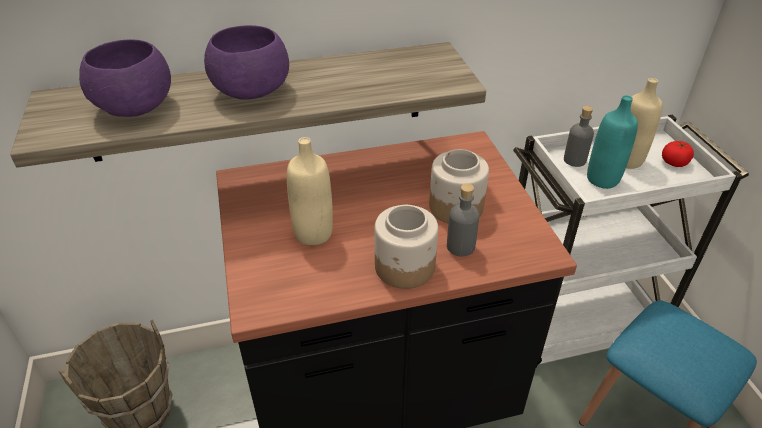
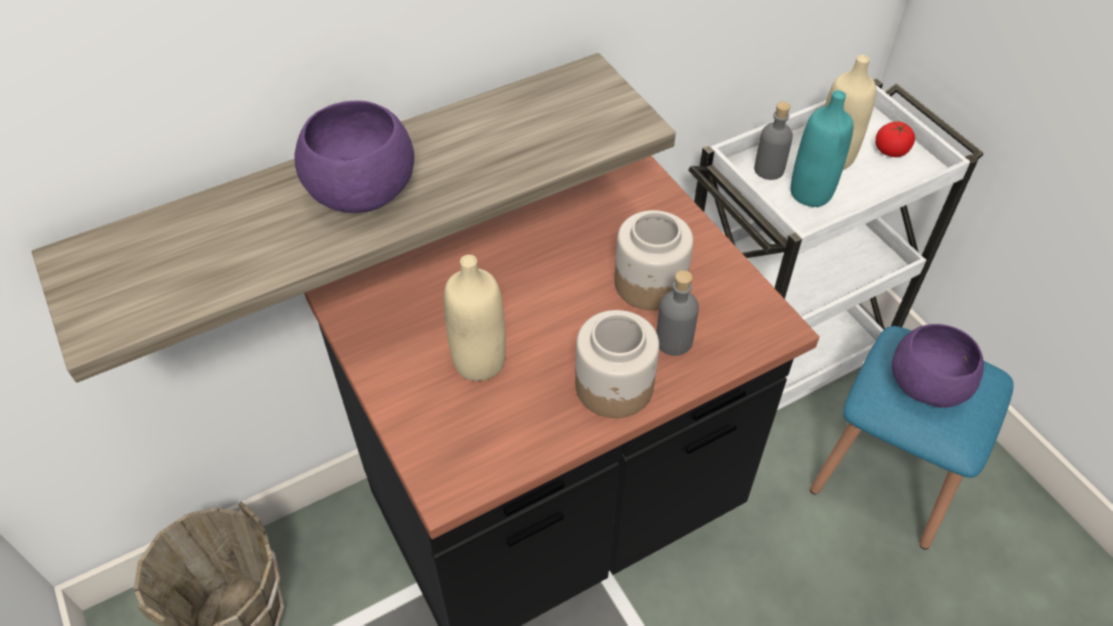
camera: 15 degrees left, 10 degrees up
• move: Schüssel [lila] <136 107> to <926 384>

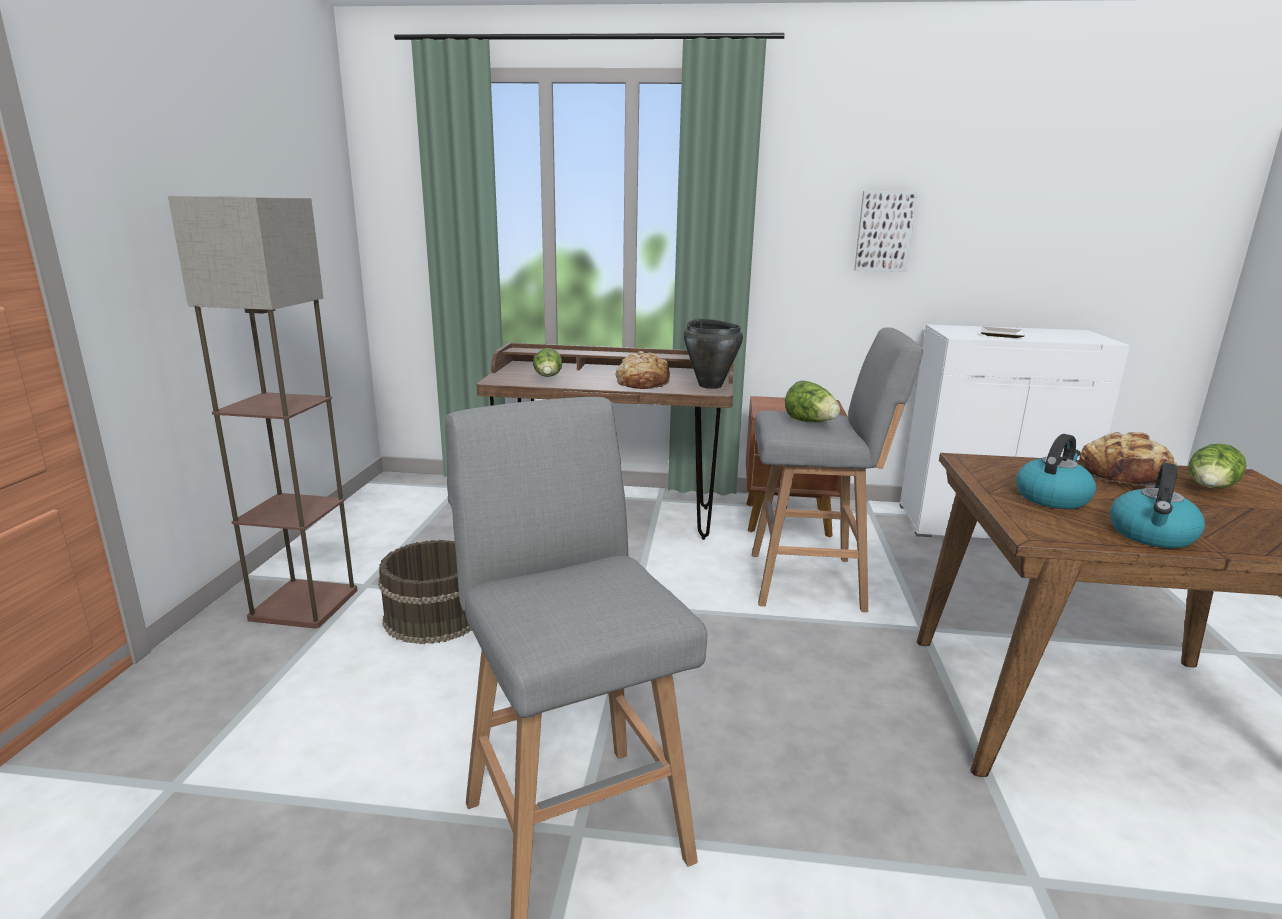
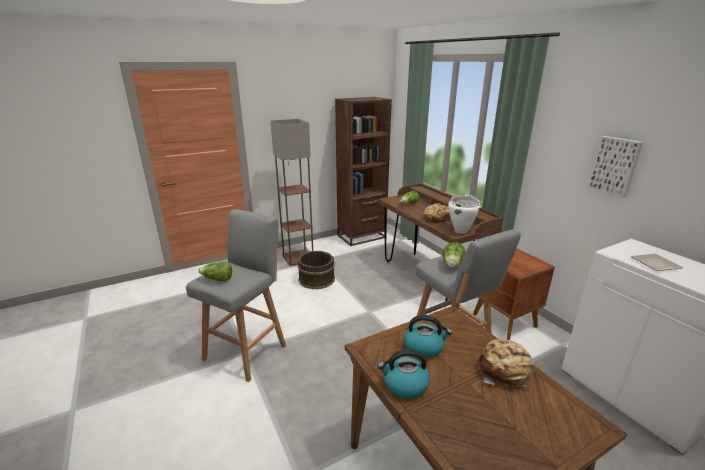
camera: 55 degrees right, 5 degrees up
• move: Salatkopf <1210 489> to <217 279>
• insert: Bücherregal [braun] <361 236>
• recolor: Kochtopf [schwarz] <710 385> to Kochtopf [weiß] <461 231>

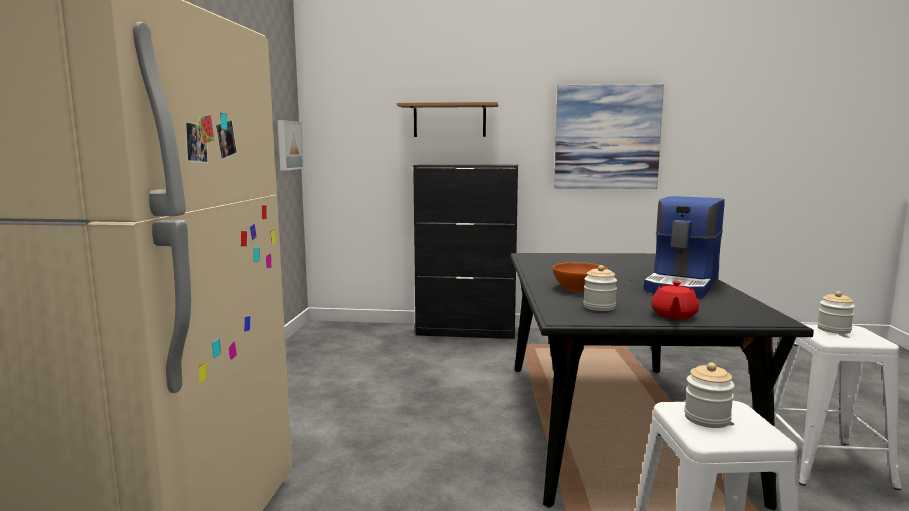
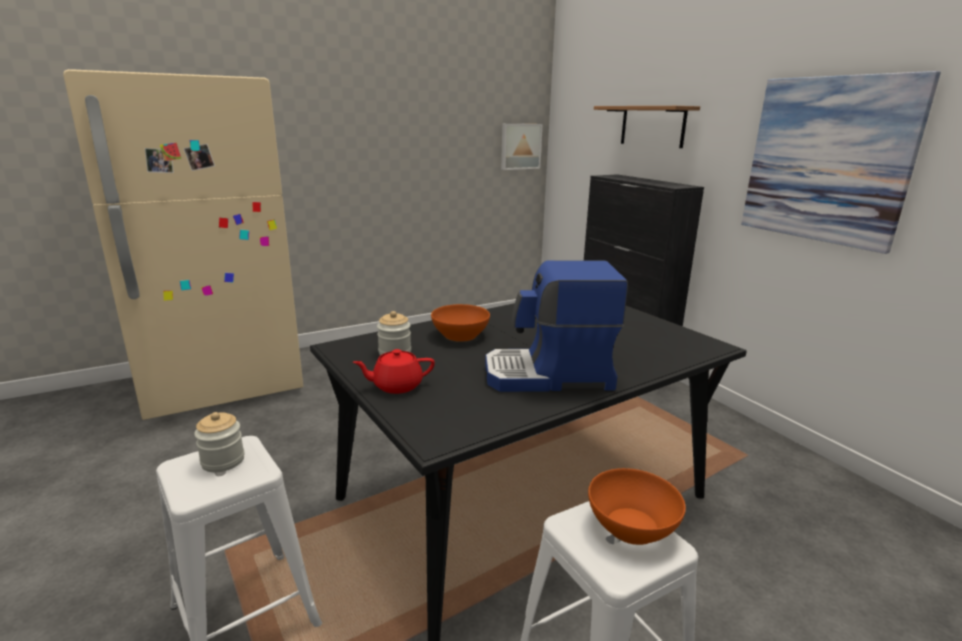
camera: 55 degrees right, 10 degrees up
• replace: Vorratsglas <833 329> to Schüssel [orange] <632 526>

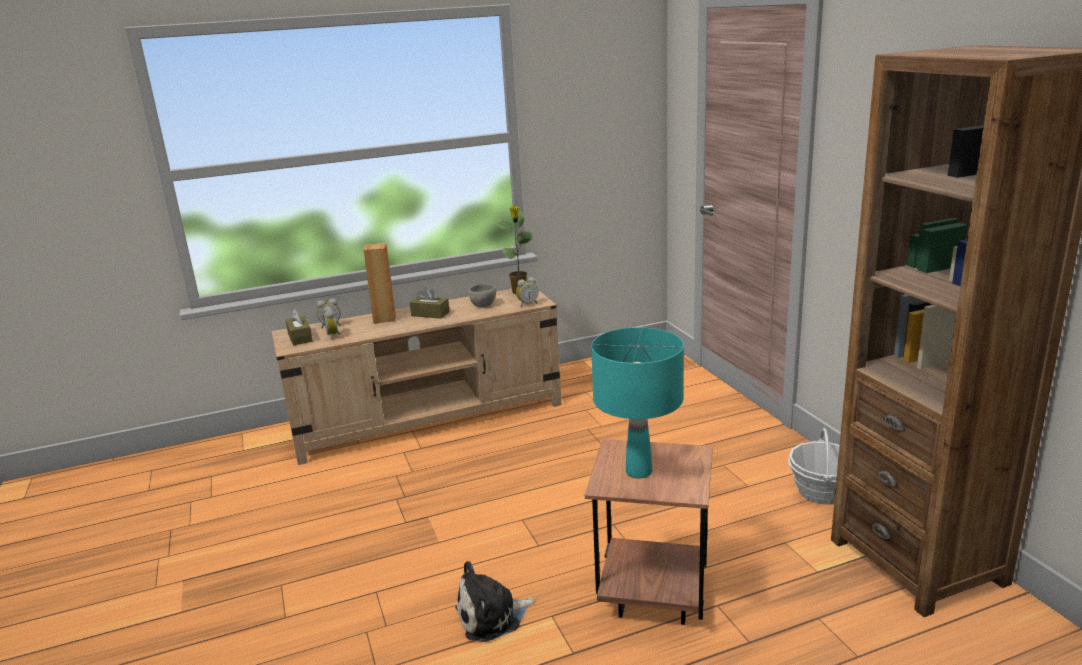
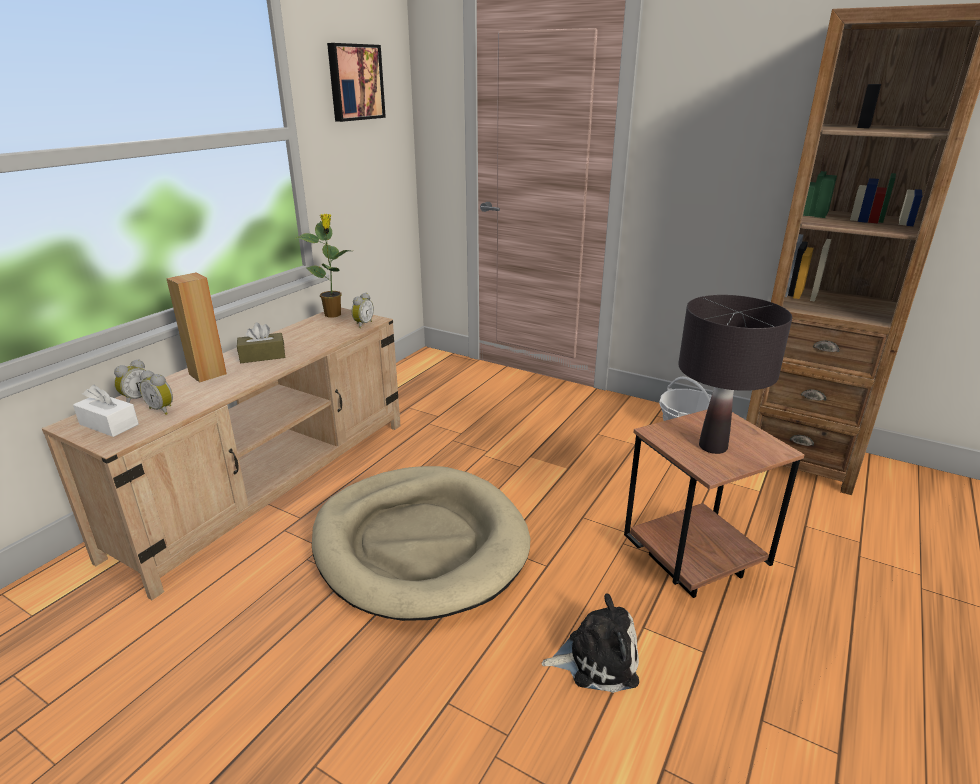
camera: 40 degrees left, 5 degrees up
• recolor: Taschentuchbox [braun] <300 337> to Taschentuchbox [weiß] <109 424>
• insert: Hundebett [beige] <420 544>
• insert: Bild <354 82>
• rotate: Plüschtier <492 616> = <596 659> 120 degrees counterclockwise
• recolor: Tischlampe [türkis] <639 472> to Tischlampe [schwarz] <713 447>
• delete: Schüssel [grau] <482 305>

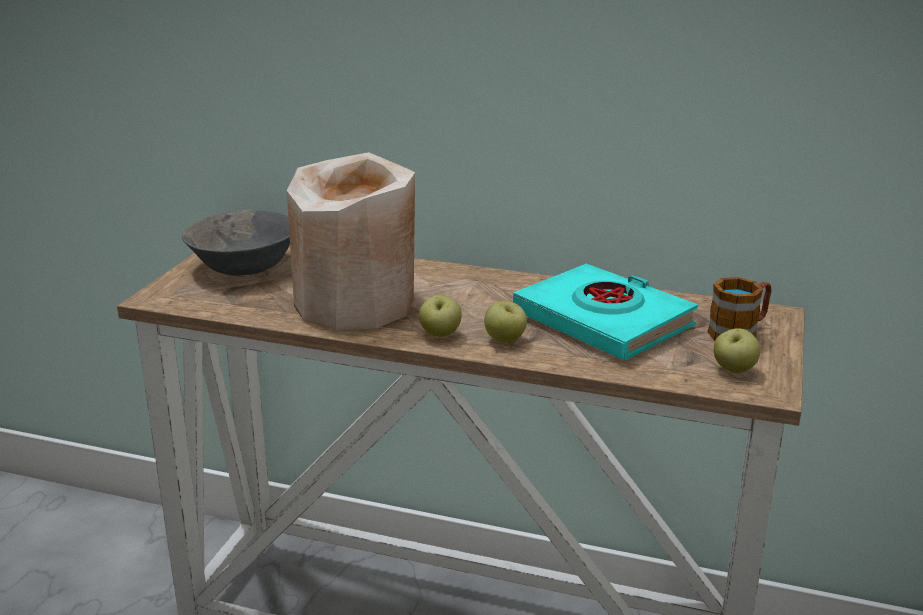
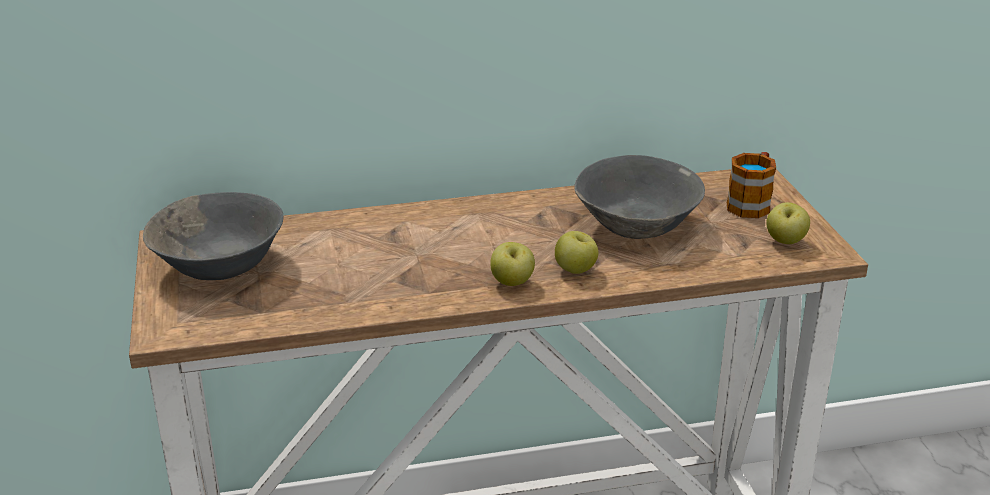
camera: 30 degrees left, 5 degrees up
• replace: Buch [türkis] <603 321> to Schüssel [grau] <635 224>
• delete: Vase [beige] <355 303>

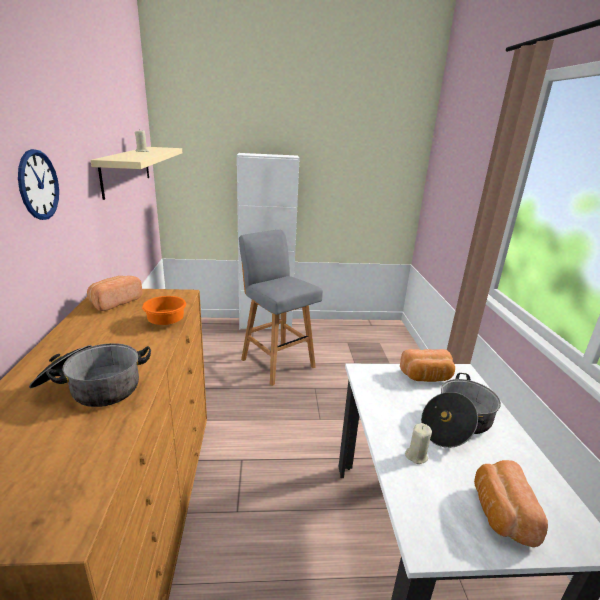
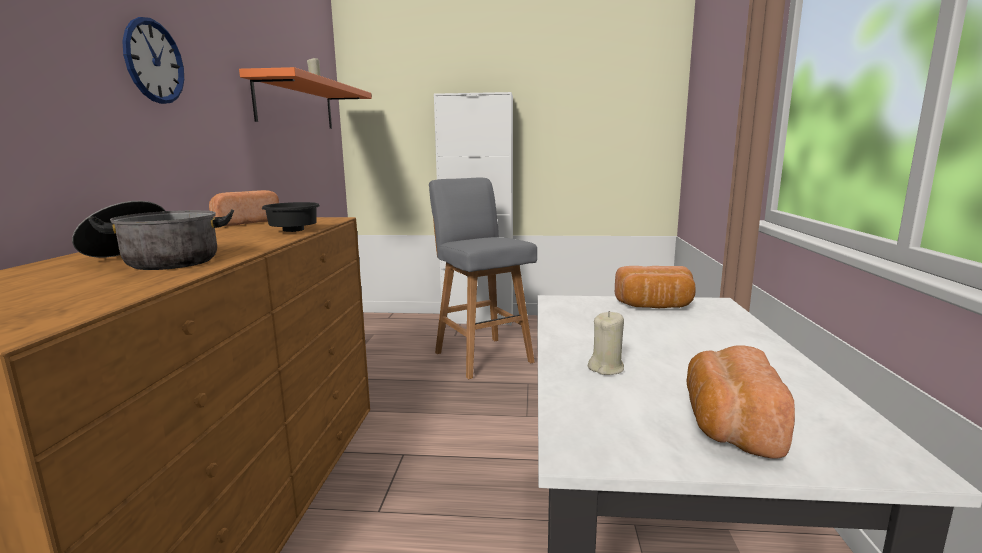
camera: 10 degrees right, 10 degrees down
• recolor: Wandregal [beige] <126 169> to Wandregal [orange] <296 104>
• recolor: Schüssel [orange] <165 322> to Schüssel [schwarz] <292 231>
• delete: Kochtopf <456 424>

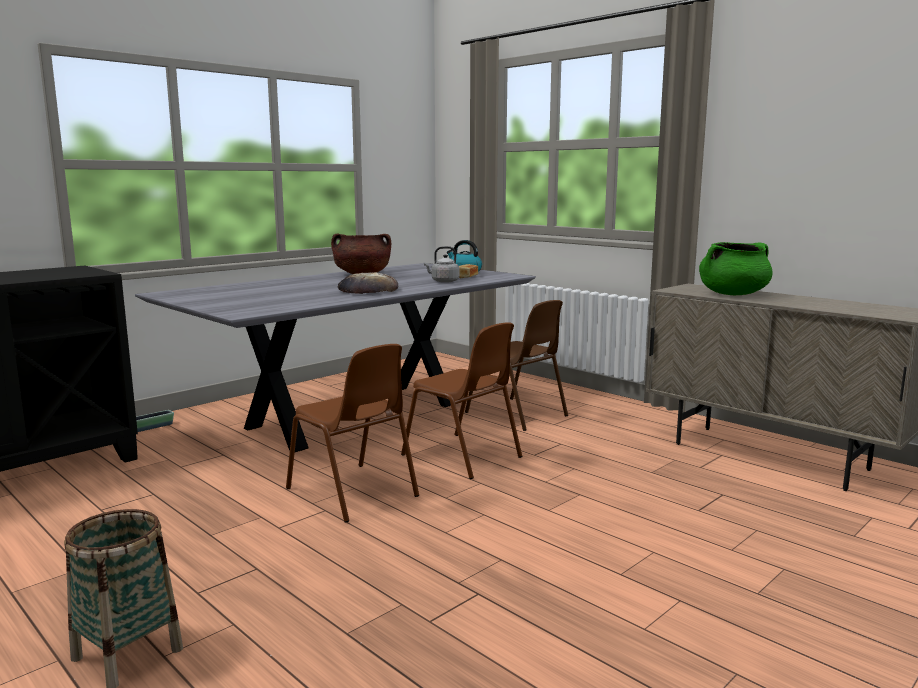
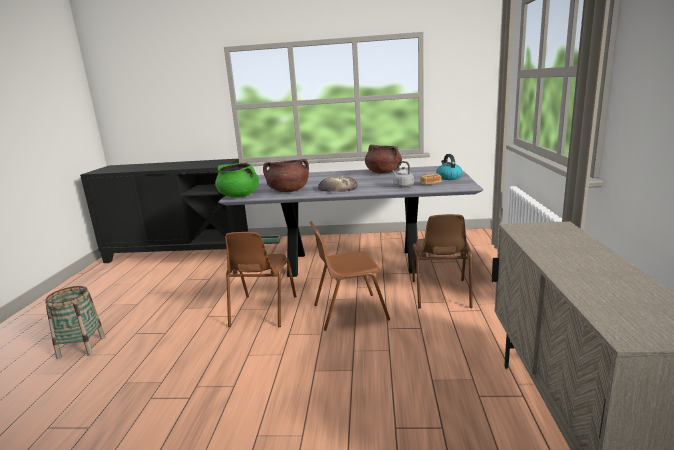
camera: 50 degrees right, 5 degrees up
• move: Kochtopf [grün] <733 294> to <239 196>
• insert: Kochtopf [braun] <288 191>
• rotate: Stuhl [braun] <463 456> = <349 312> 75 degrees clockwise

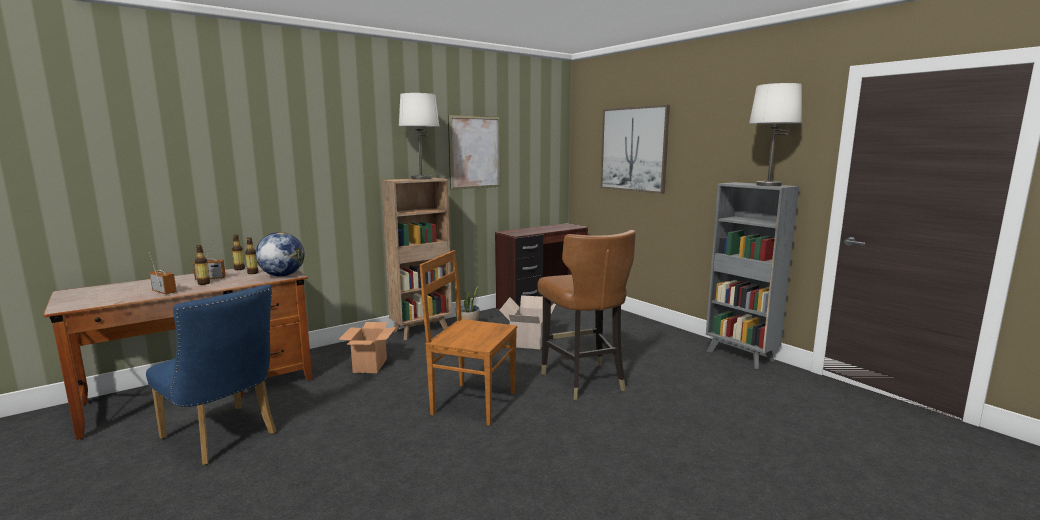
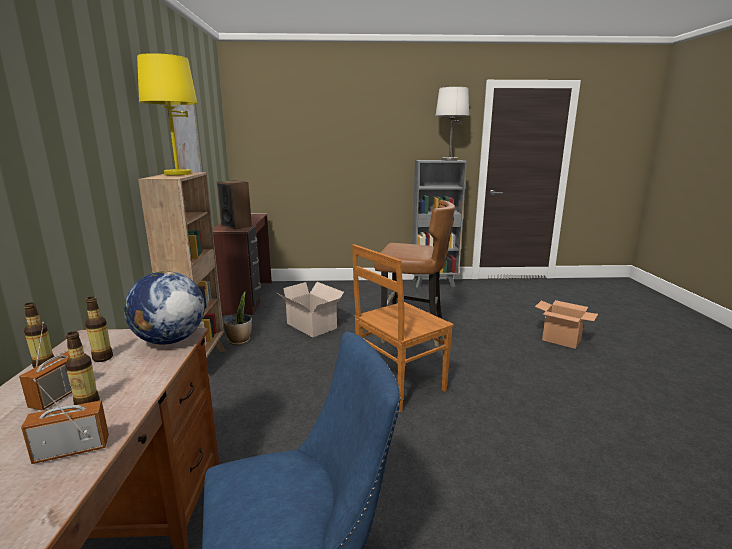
camera: 55 degrees left, 5 degrees up
• recolor: Tischlampe [weiß] <421 178> to Tischlampe [gelb] <177 174>
• insert: Lautsprecher <236 226>
• move: Karton <370 366> to <562 340>
• delete: Bild <633 149>

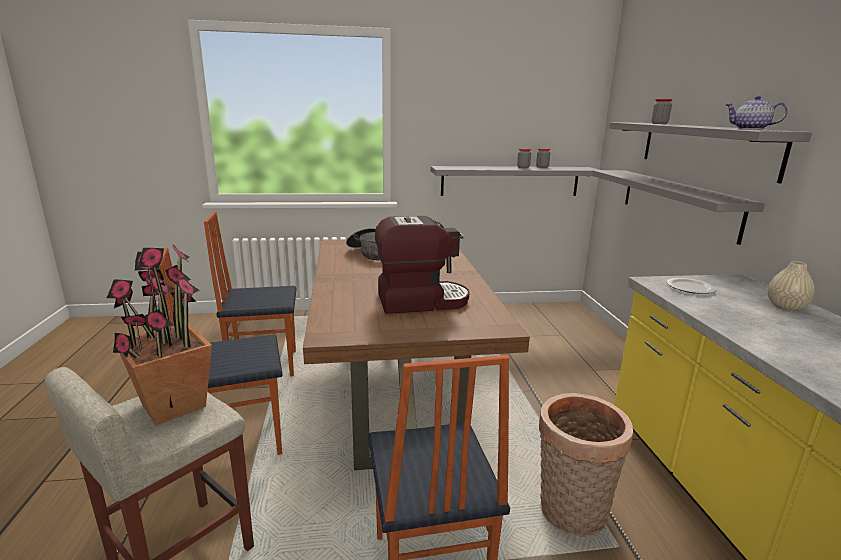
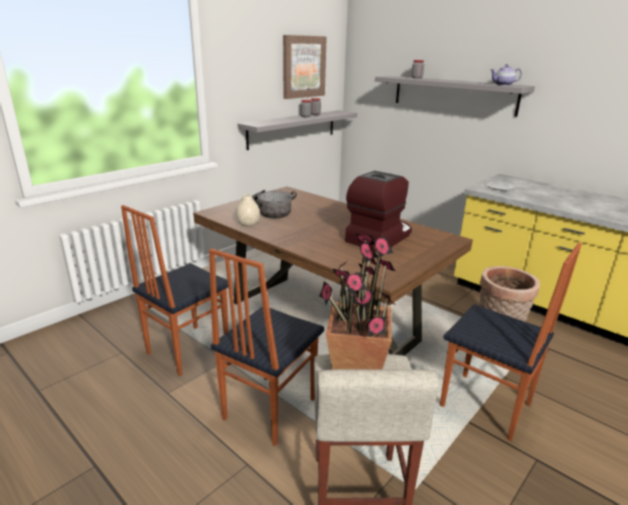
camera: 40 degrees left, 5 degrees up
• move: Vase [beige] <786 307> to <248 224>
• insert: Bild <303 67>
• delete: Wandregal [grau] <677 202>

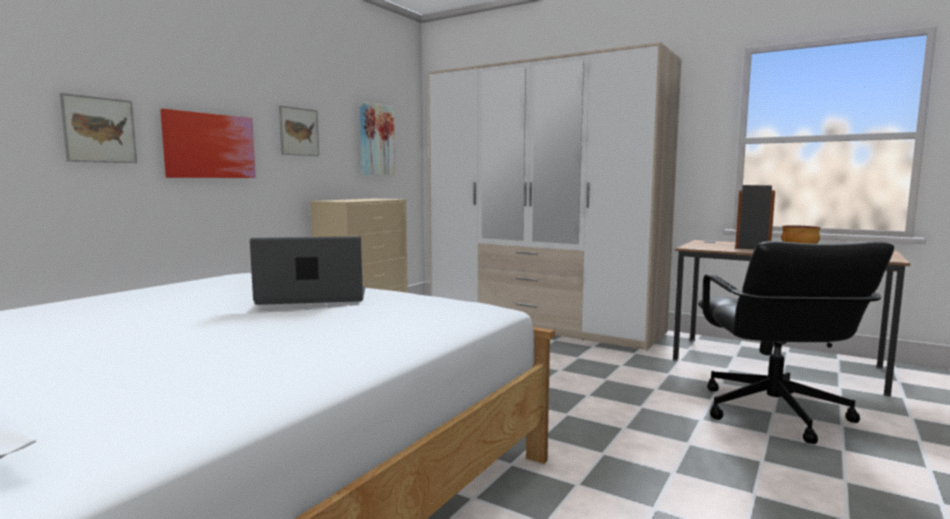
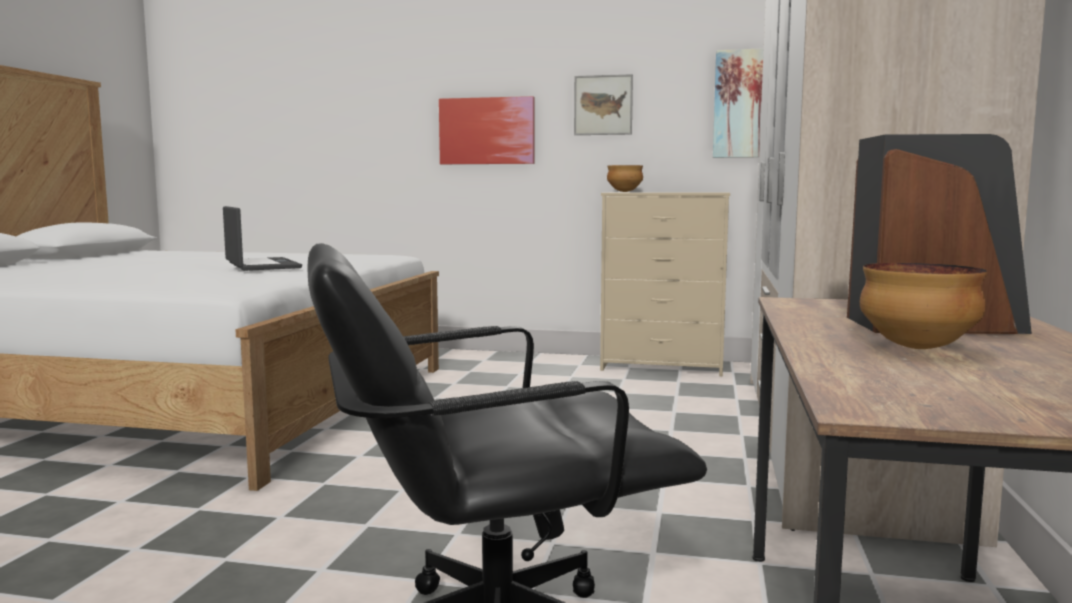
camera: 70 degrees right, 0 degrees up
• insert: Schüssel <624 192>
• delete: Bild <99 129>

